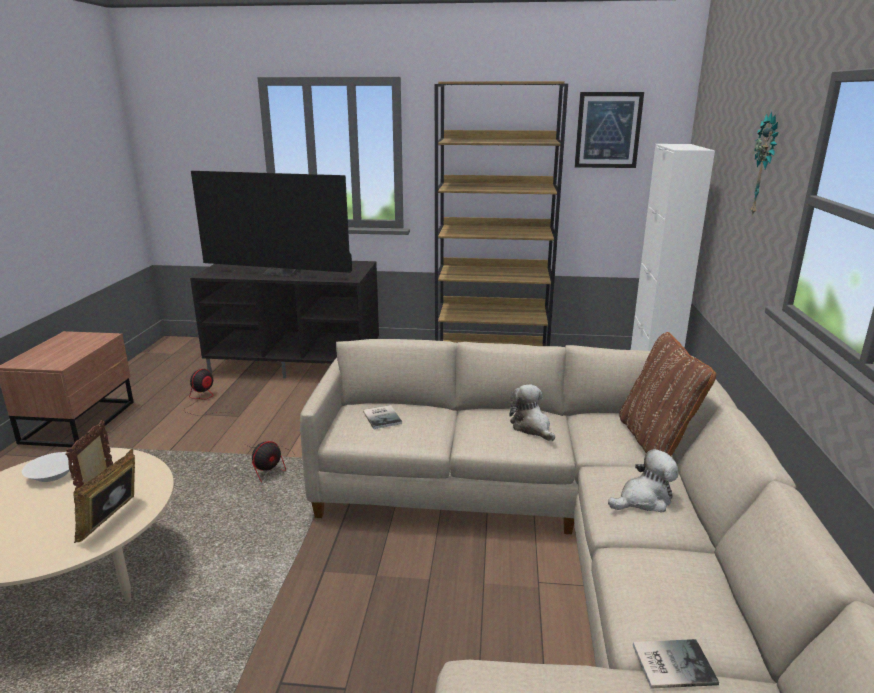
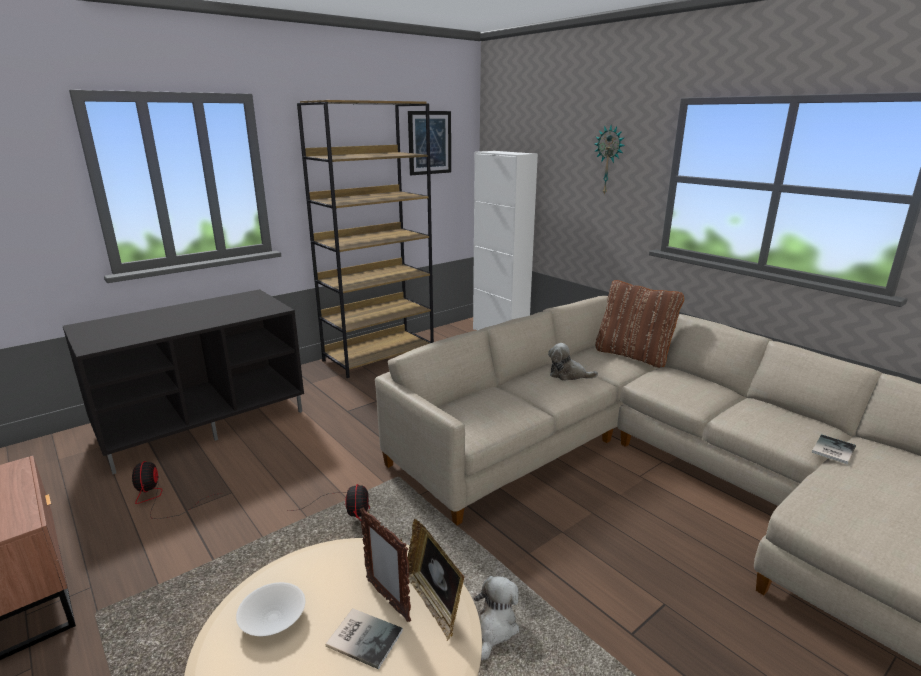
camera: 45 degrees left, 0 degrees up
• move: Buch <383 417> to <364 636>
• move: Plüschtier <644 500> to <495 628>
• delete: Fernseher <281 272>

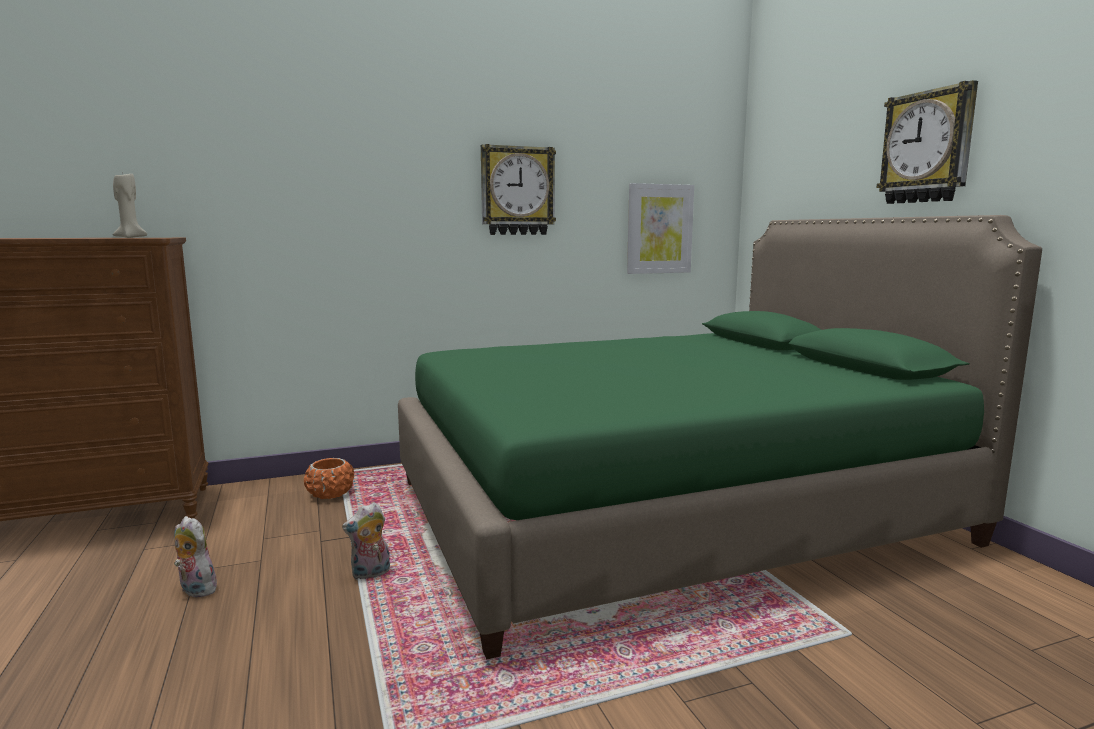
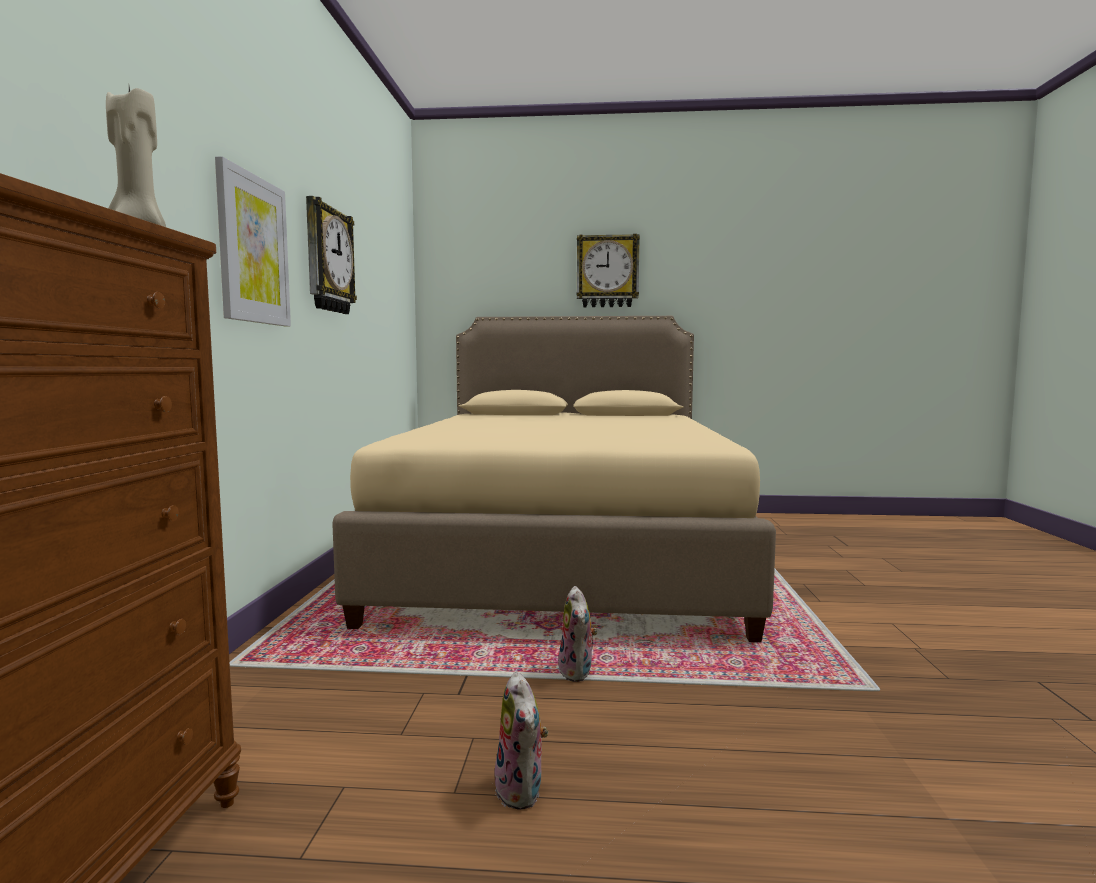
camera: 65 degrees left, 5 degrees down
• move: Bild <659 229> to <253 250>
• recolor: Bett [grün] <666 510> to Bett [beige] <564 554>
• rotate: Plüschtier <195 590> = <523 791> 75 degrees counterclockwise
• delete: Pflanzkübel [orange] <330 494>

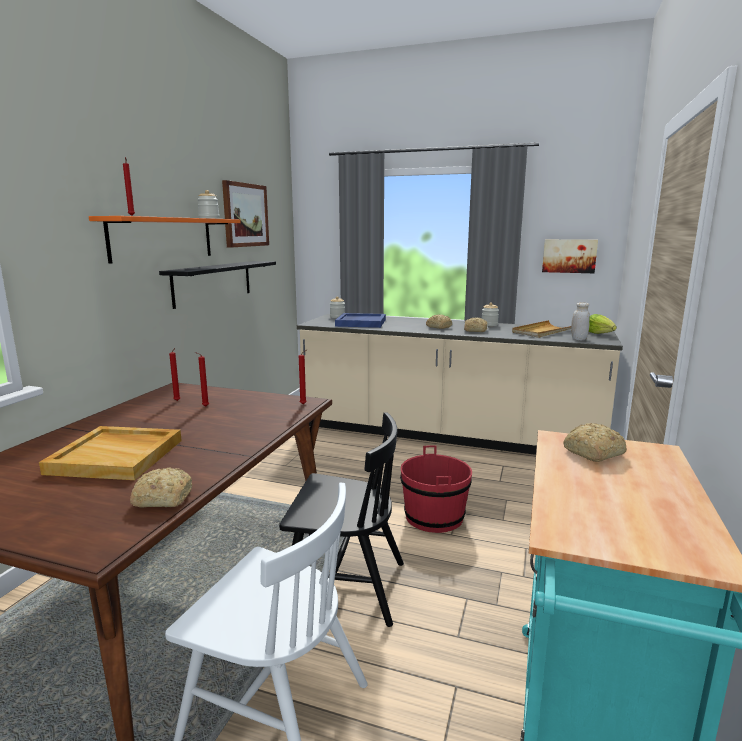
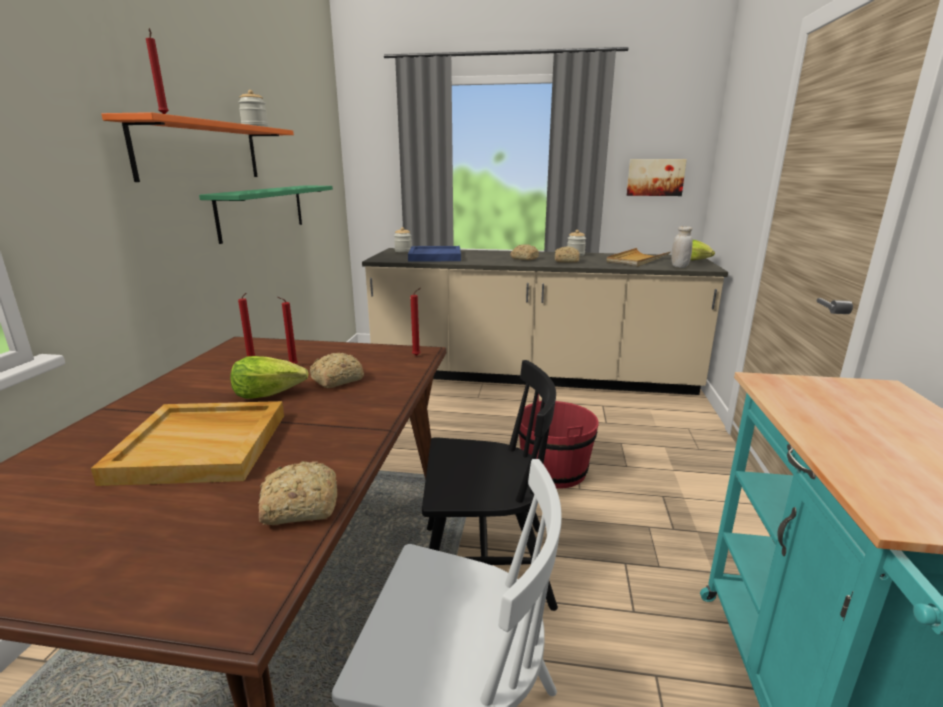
camera: 10 degrees left, 5 degrees up
• recolor: Wandregal [schwarz] <213 282> to Wandregal [grün] <262 211>
• insert: Salatkopf <269 393>
• move: Brot <592 453> to <335 380>
• delete: Bild <245 215>

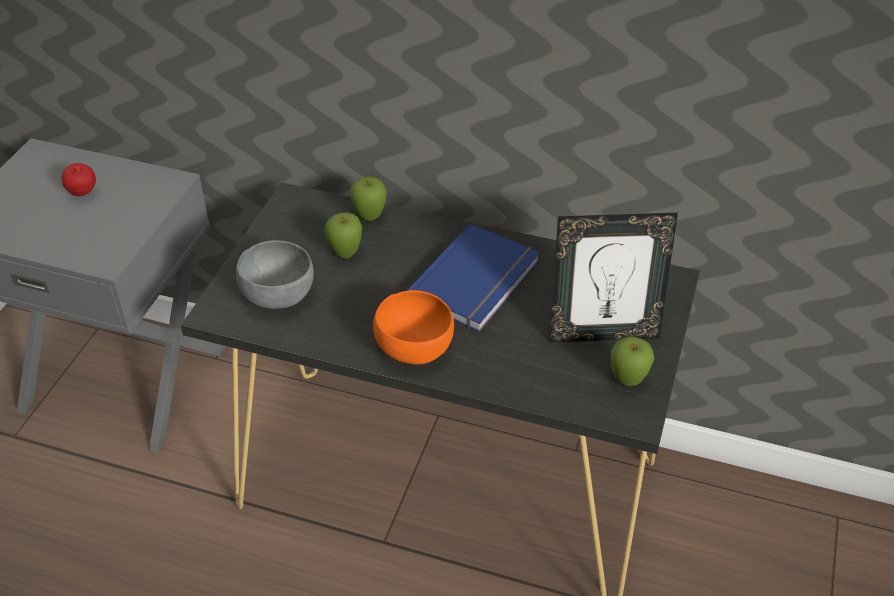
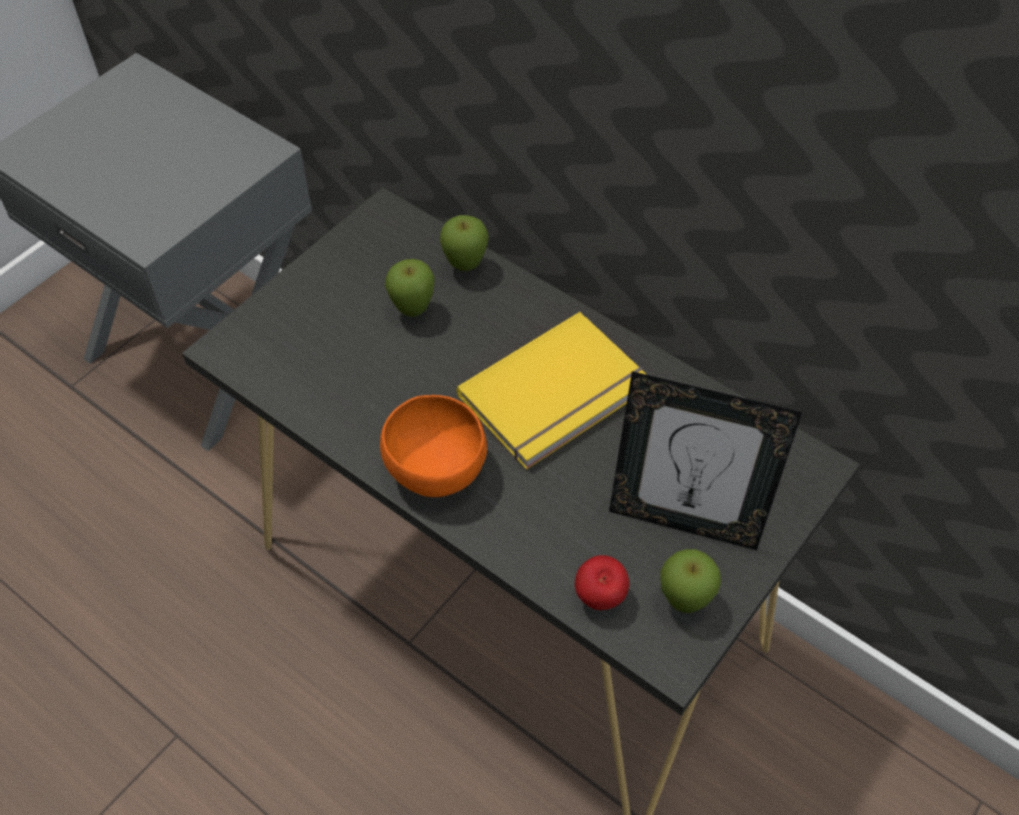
camera: 20 degrees right, 10 degrees up
• recolor: Buch [blau] <478 281> to Buch [gelb] <557 395>
• move: Apfel <83 194> to <599 597>
• delete: Schüssel [grau] <278 296>

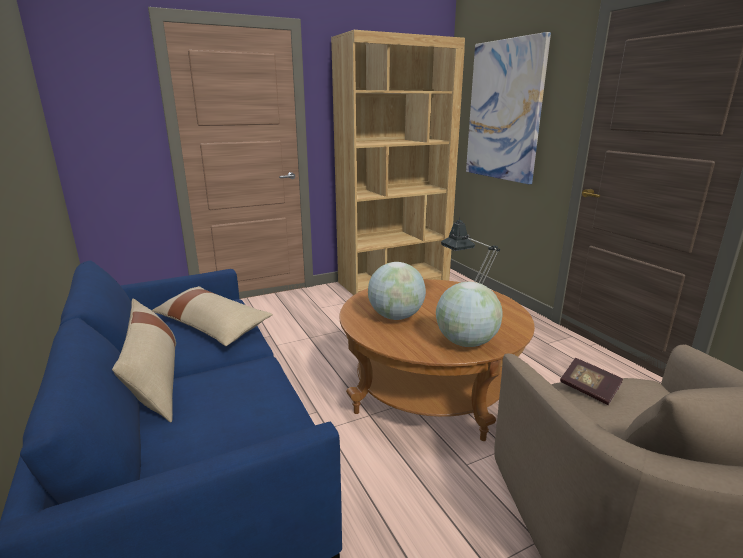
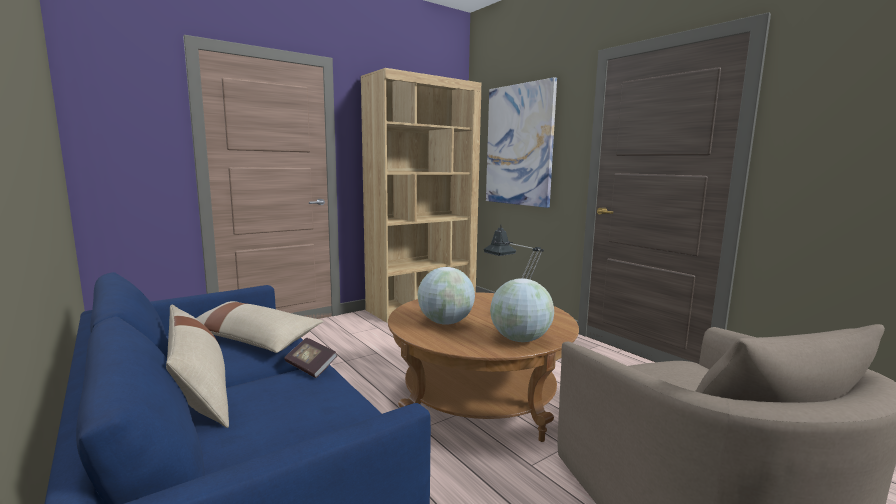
camera: 10 degrees left, 10 degrees down
• move: Buch <588 390> to <311 367>

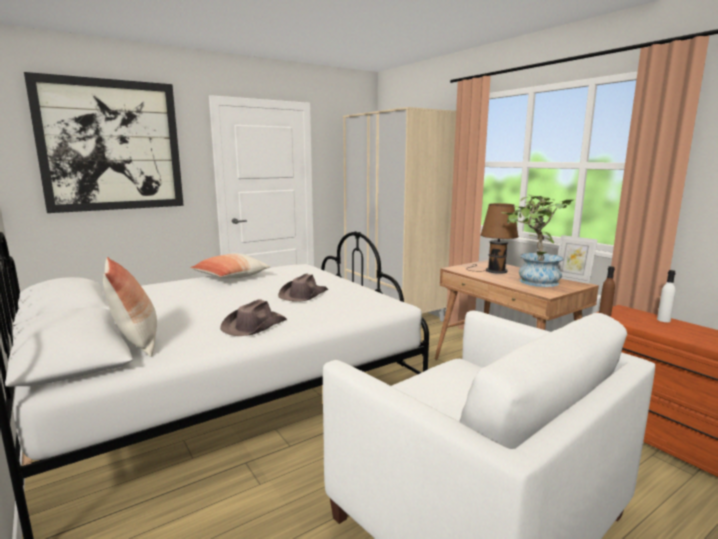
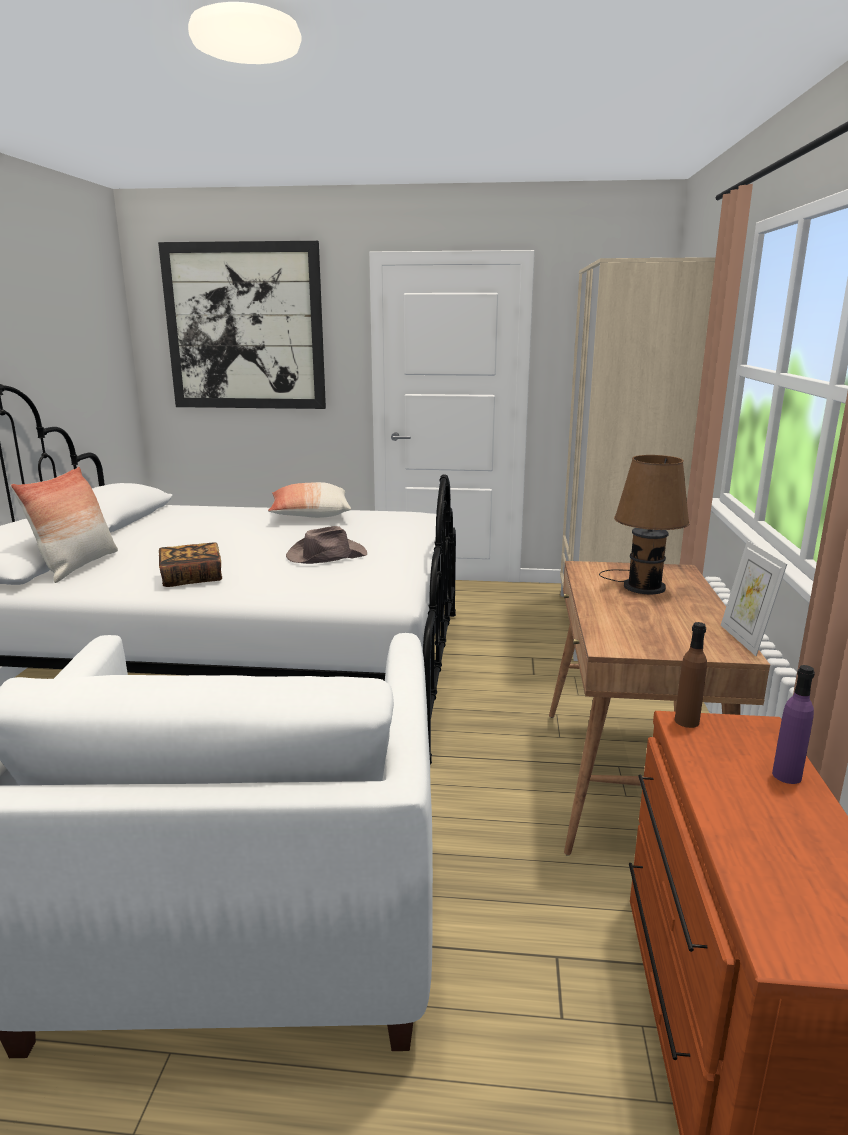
camera: 40 degrees right, 5 degrees up
• replace: Hut [braun] <254 325> to Buch <192 578>
• recolor: Flasche [weiß] <663 320> to Flasche [lila] <786 776>
• delete: Topfpflanze <533 281>

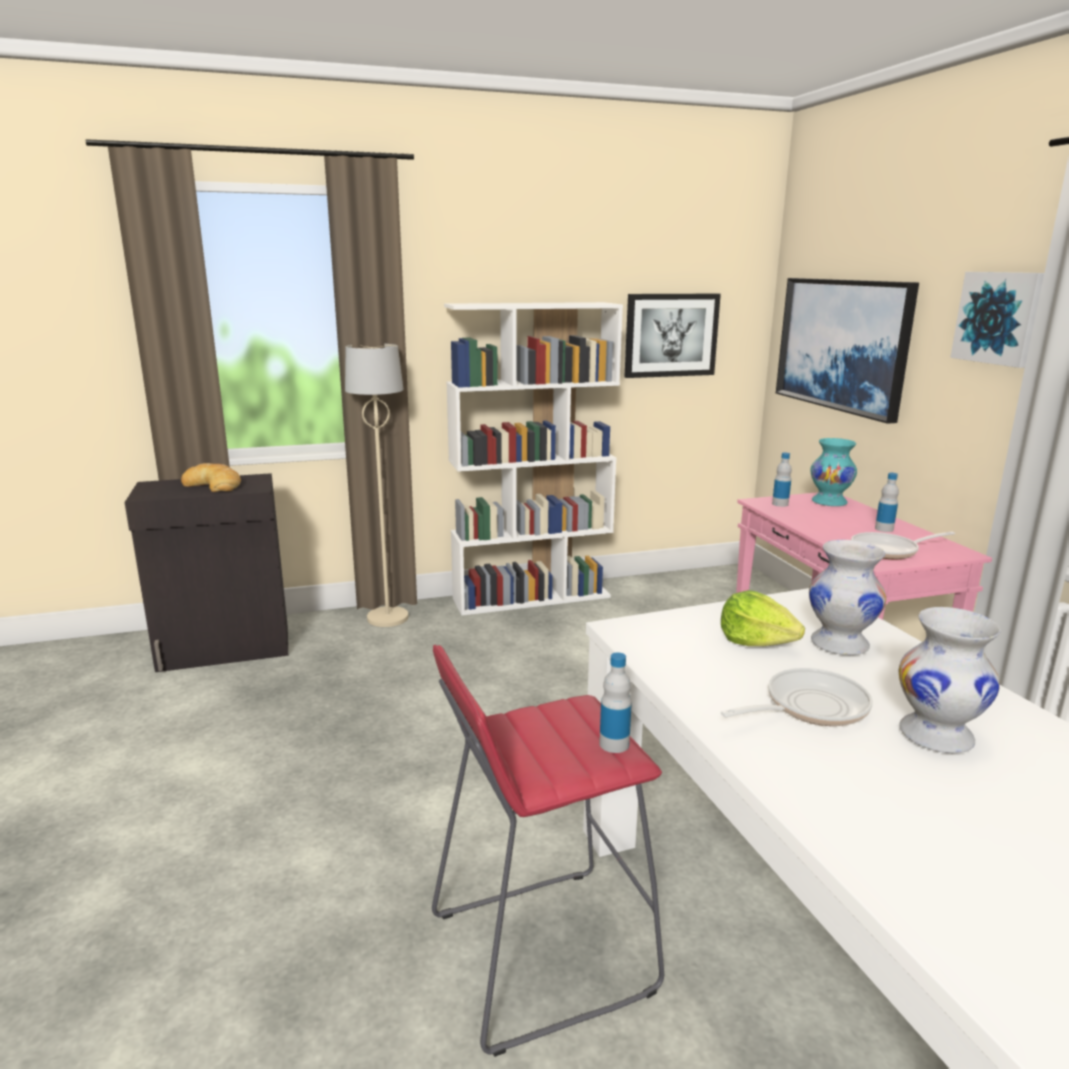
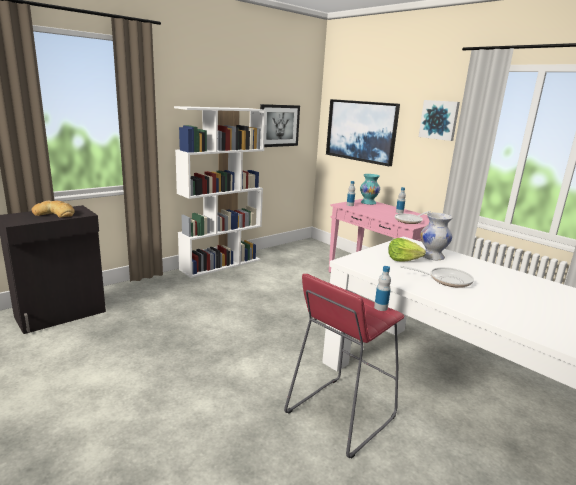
camera: 25 degrees left, 0 degrees up
• rotate: Pfanne <809 707> = <446 280> 60 degrees clockwise
• delete: Stehlampe [beige] <387 618>
• delete: Vase [weiß] <934 735>

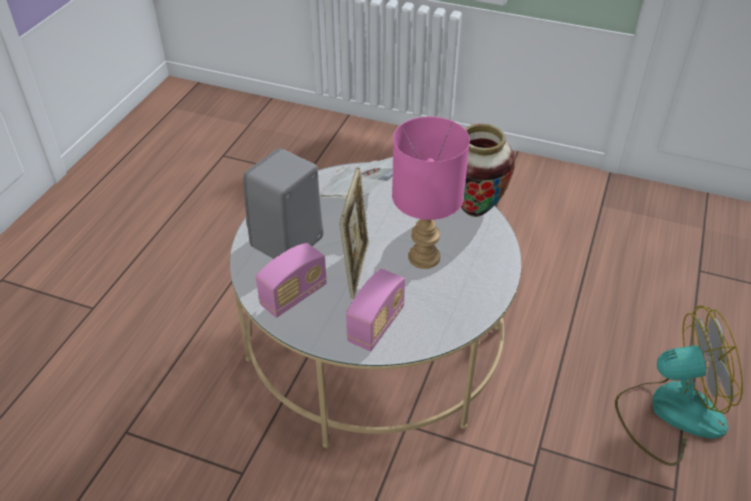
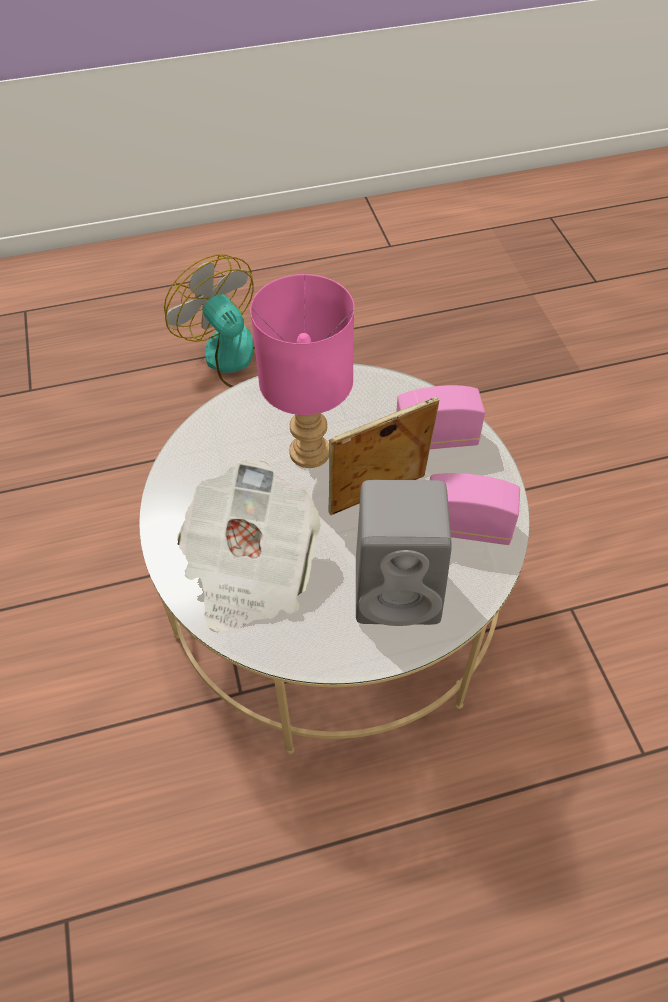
camera: 125 degrees left, 10 degrees up
• delete: Vase <475 210>

